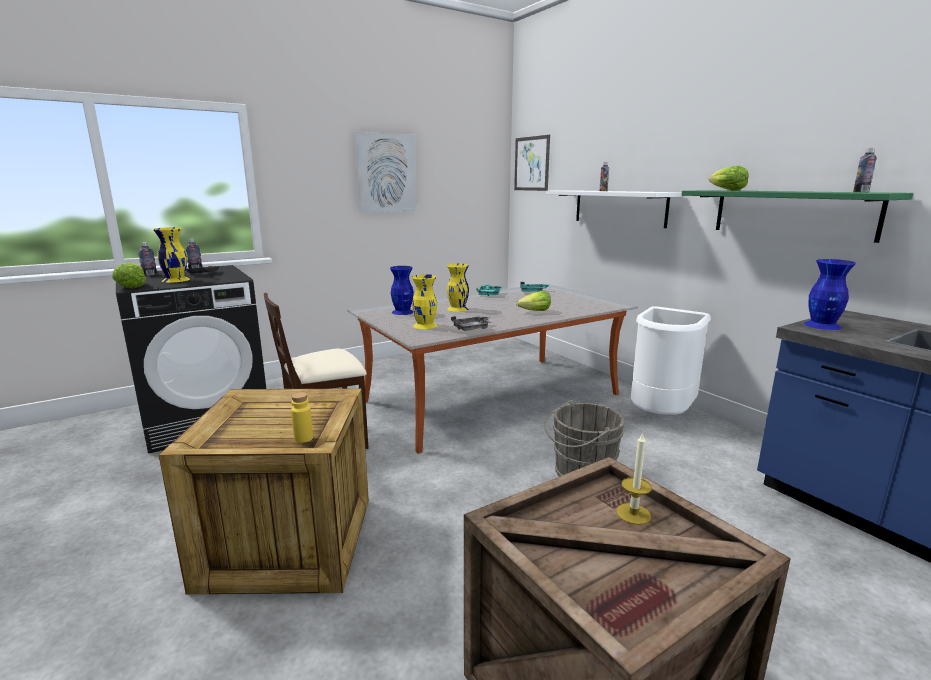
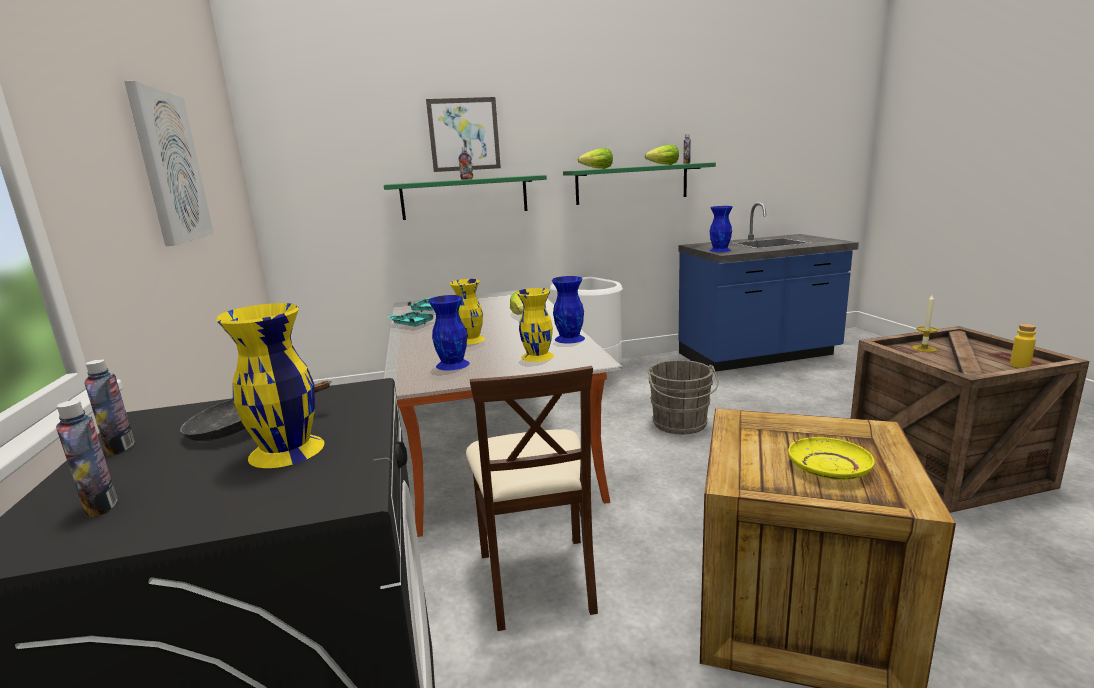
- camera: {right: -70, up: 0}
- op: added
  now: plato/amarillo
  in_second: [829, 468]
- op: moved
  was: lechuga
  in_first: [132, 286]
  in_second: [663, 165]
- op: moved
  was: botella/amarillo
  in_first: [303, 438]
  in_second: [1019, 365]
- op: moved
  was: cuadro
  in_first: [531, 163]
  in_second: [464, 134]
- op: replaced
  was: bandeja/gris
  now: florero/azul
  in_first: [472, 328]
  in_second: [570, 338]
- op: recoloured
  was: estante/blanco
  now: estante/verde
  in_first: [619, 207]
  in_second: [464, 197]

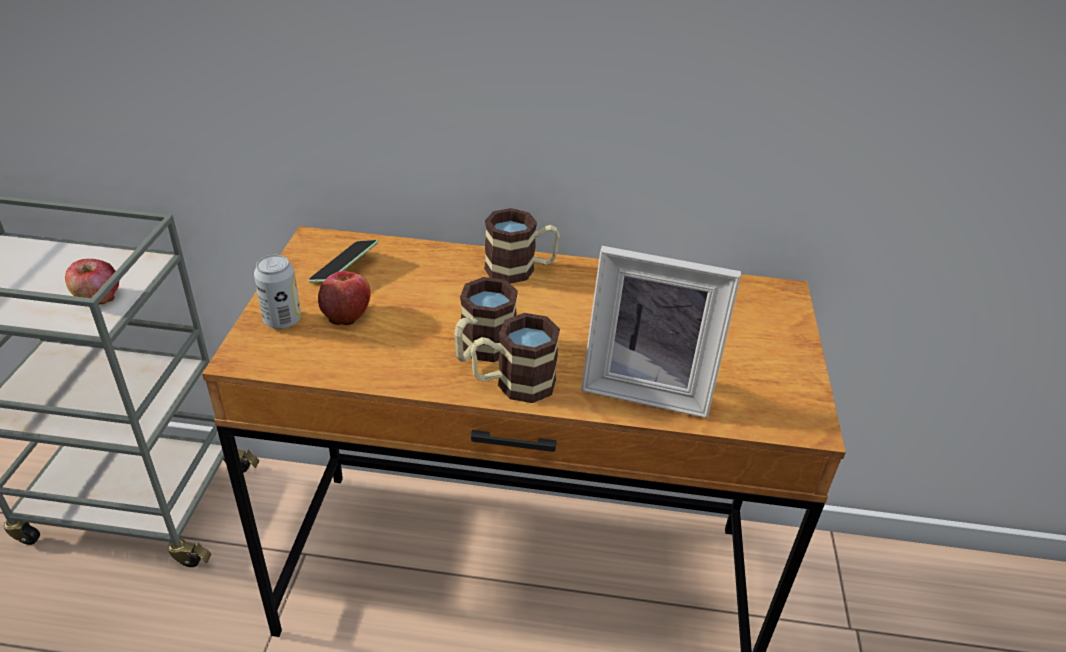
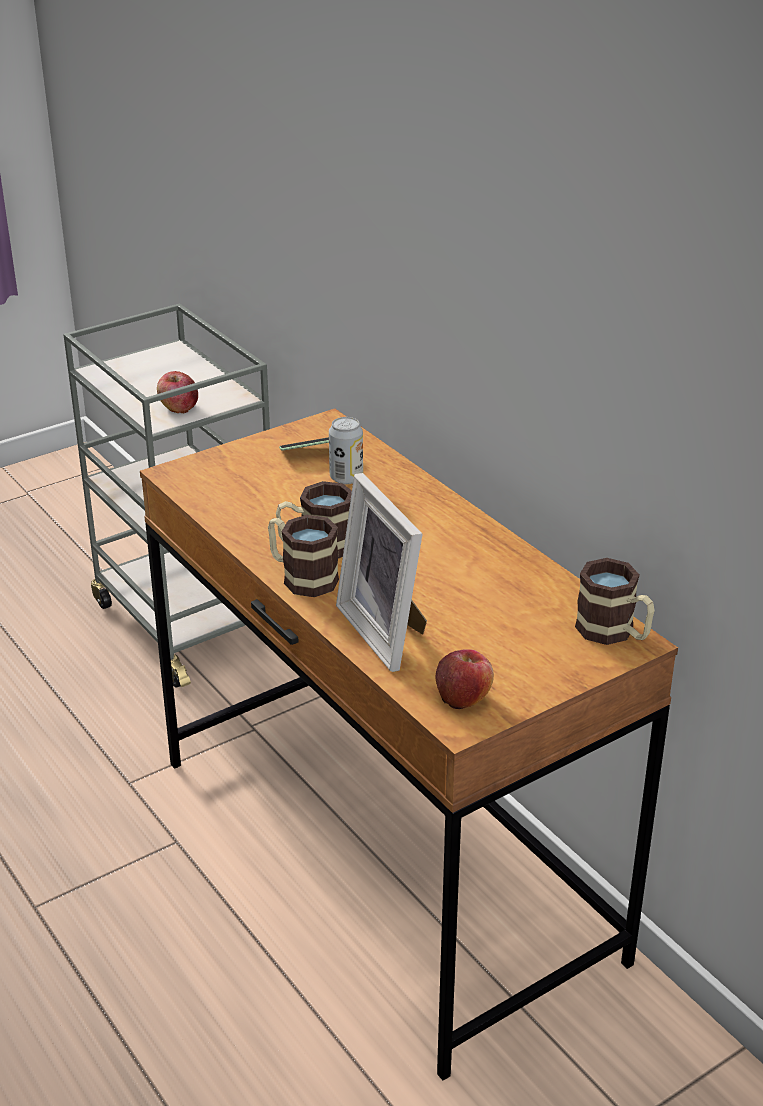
- camera: {right: 50, up: -5}
- op: moved
  was: lata
  in_first: [282, 320]
  in_second: [346, 478]
- op: moved
  was: manzana
  in_first: [346, 314]
  in_second: [463, 697]
- op: moved
  was: taza grande
  in_first: [520, 269]
  in_second: [614, 633]

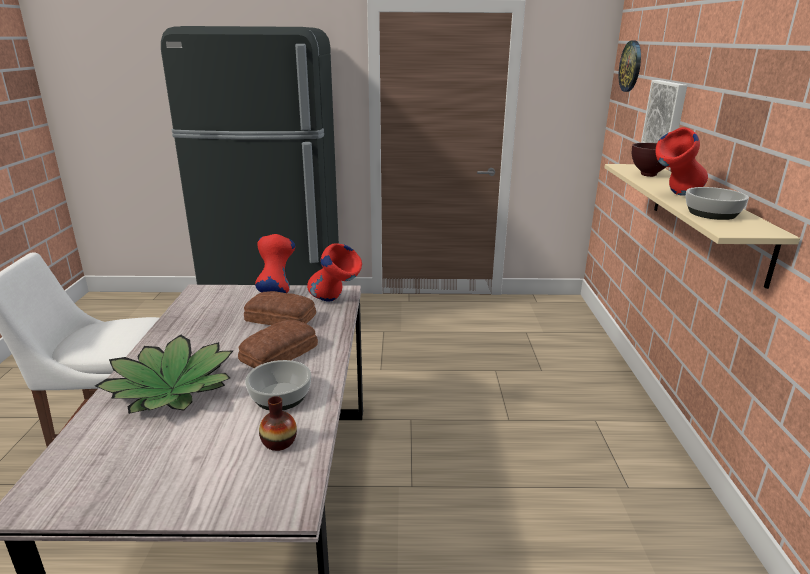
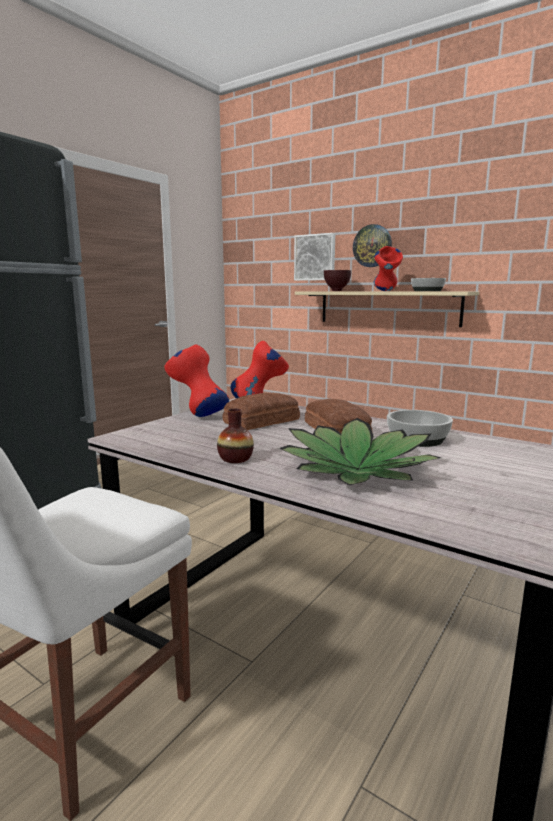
- camera: {right: -55, up: -10}
- op: moved
  was: florero
  in_first: [279, 442]
  in_second: [235, 459]
- op: moved
  was: reloj de pared
  in_first: [631, 66]
  in_second: [372, 246]

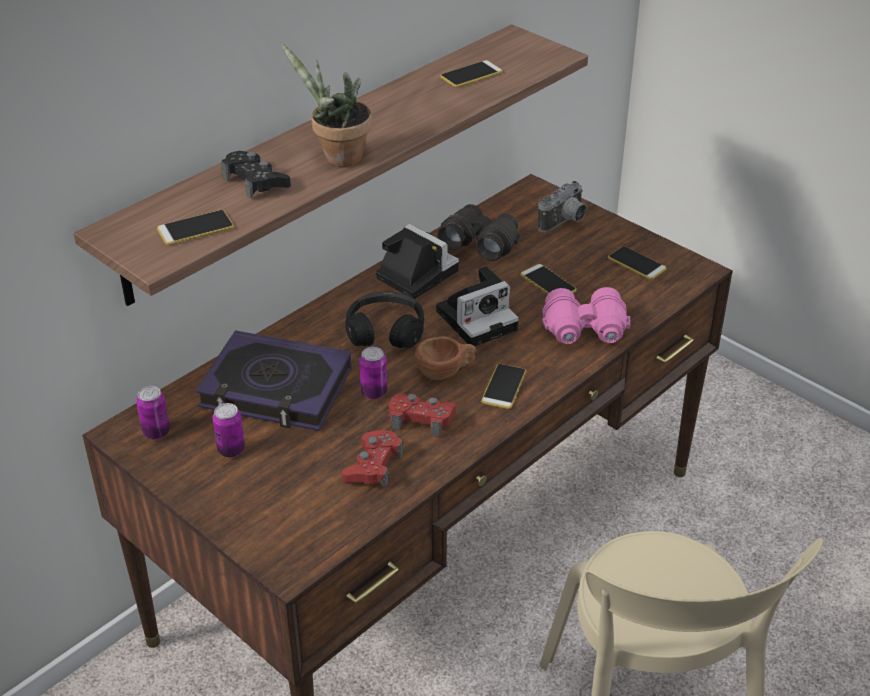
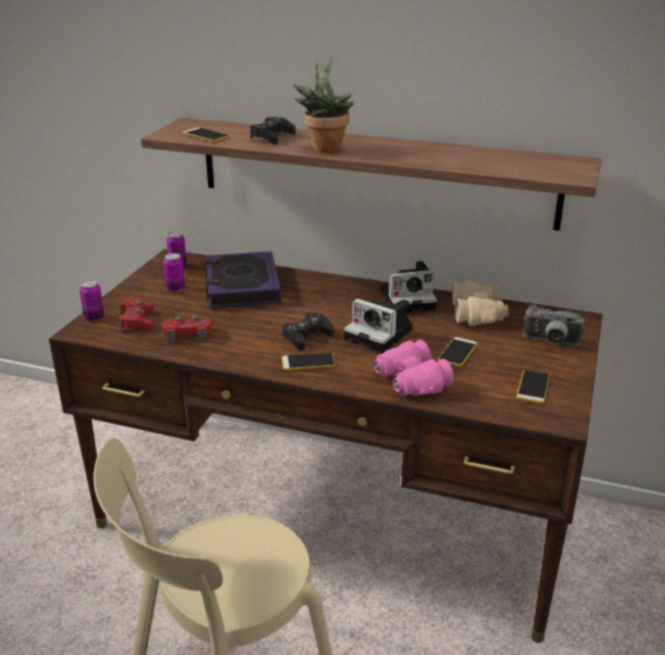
- camera: {right: 65, up: -10}
- op: removed
  was: auriculares/negro
  in_first: [385, 331]
- op: removed
  was: móvil
  in_first: [471, 75]
- op: moved
  was: lata
  in_first: [374, 392]
  in_second: [94, 317]
- op: moved
  was: mando de consola/rojo
  in_first: [421, 419]
  in_second: [137, 321]
- op: replaced
  was: taza/marrón
  now: mando de consola/negro
  in_first: [446, 372]
  in_second: [306, 336]
- op: recoloured
  was: prismáticos/negro
  now: prismáticos/beis
  in_first: [480, 242]
  in_second: [478, 314]
- op: turned
  was: cámara
  in_first: [414, 273]
  in_second: [410, 299]
  clockwise: 60

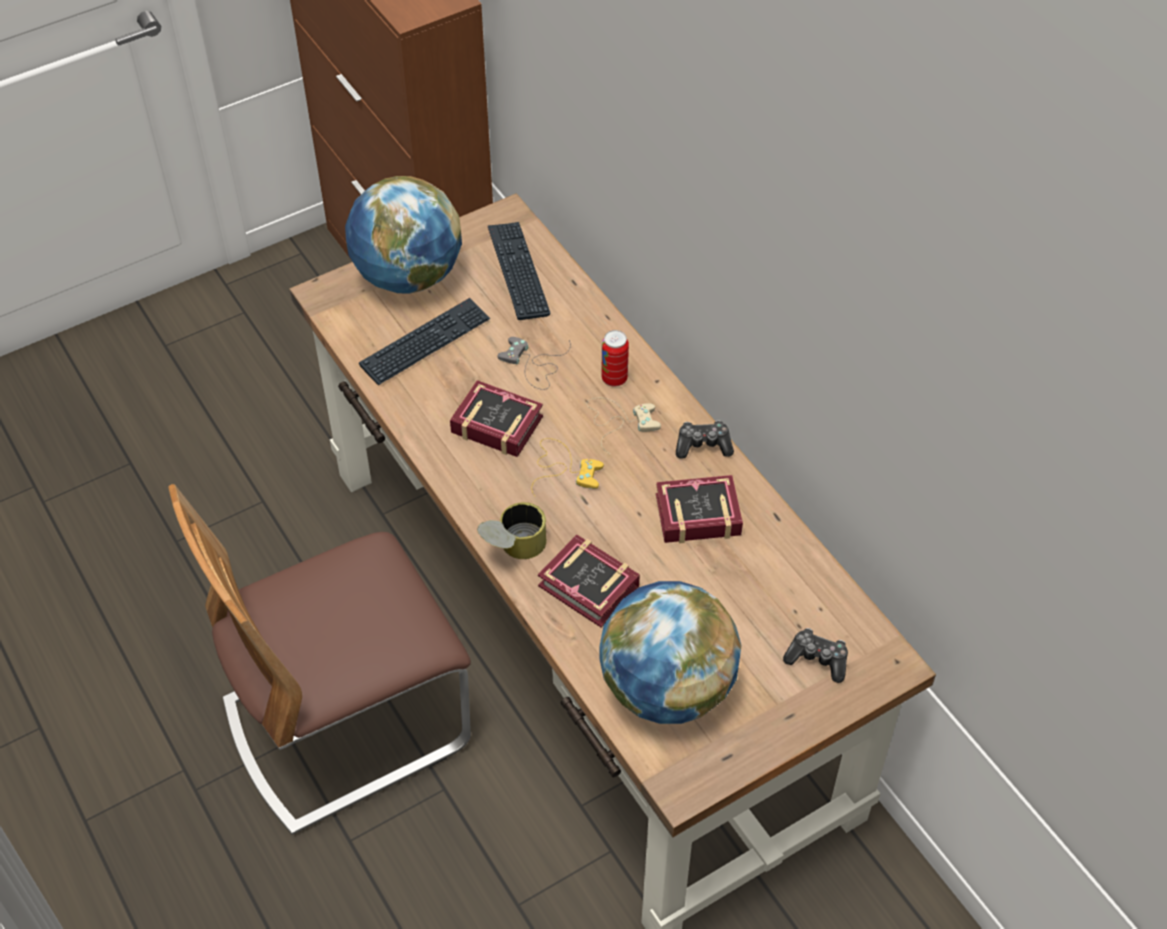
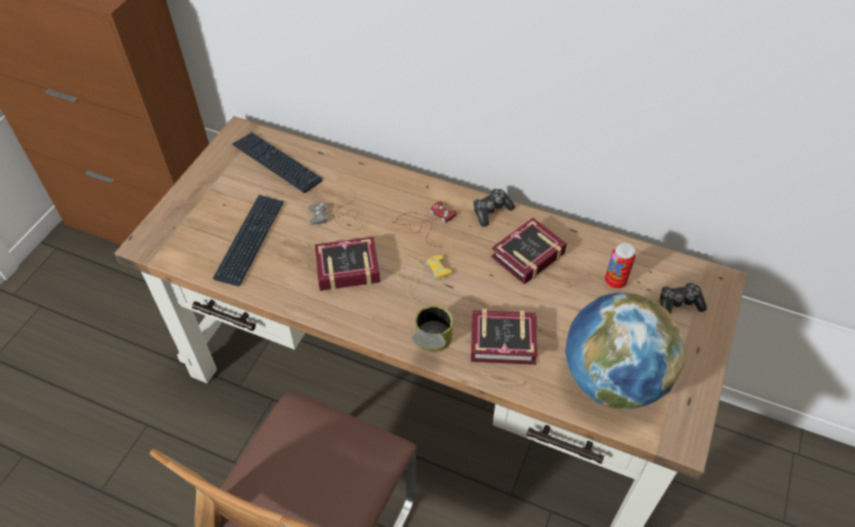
- camera: {right: -35, up: 0}
- op: removed
  was: globo terráqueo
  in_first: [407, 277]
- op: moved
  was: lata
  in_first: [614, 378]
  in_second: [615, 281]
- op: recoloured
  was: mando de consola/beis
  now: mando de consola/rojo
  in_first: [619, 420]
  in_second: [426, 223]

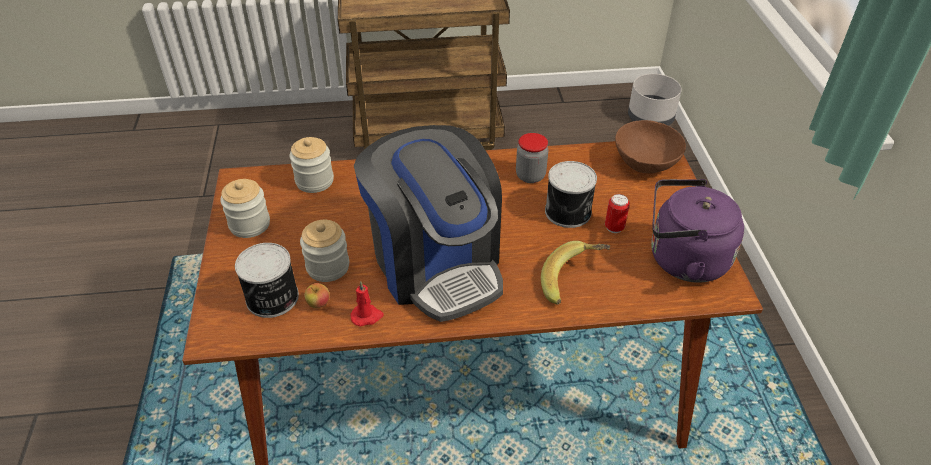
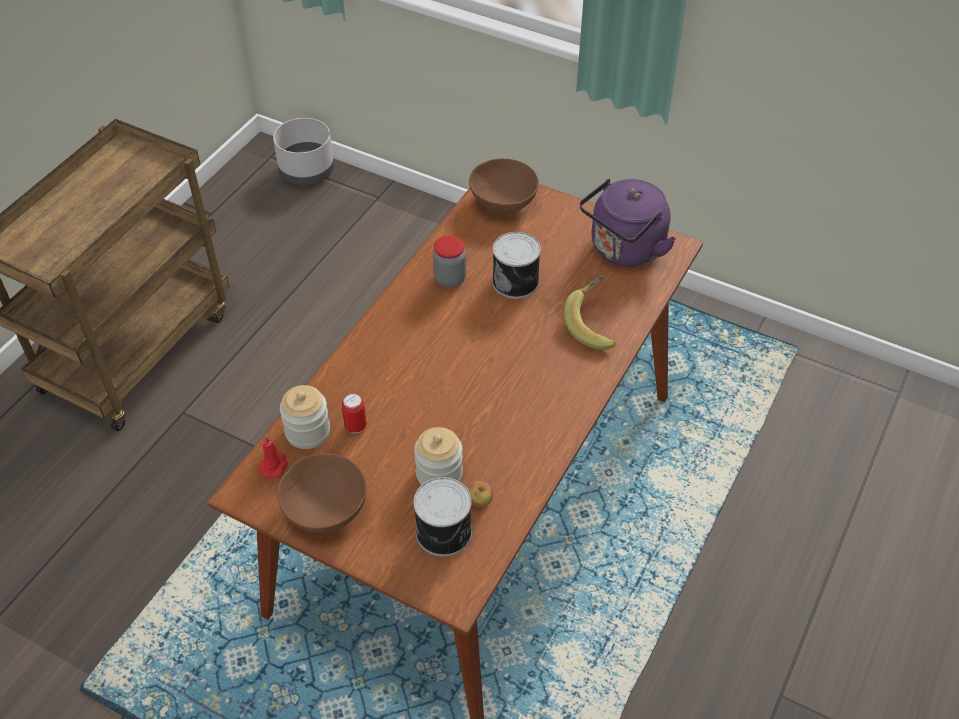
- camera: {right: -55, up: 5}
- op: removed
  was: cafetera
  in_first: [436, 263]
- op: moved
  was: vela/rojo
  in_first: [367, 316]
  in_second: [274, 465]
- op: moved
  was: lata
  in_first: [614, 227]
  in_second: [355, 426]
- op: replaced
  was: tarro
  now: cuenco/marrón
  in_first: [249, 224]
  in_second: [325, 510]

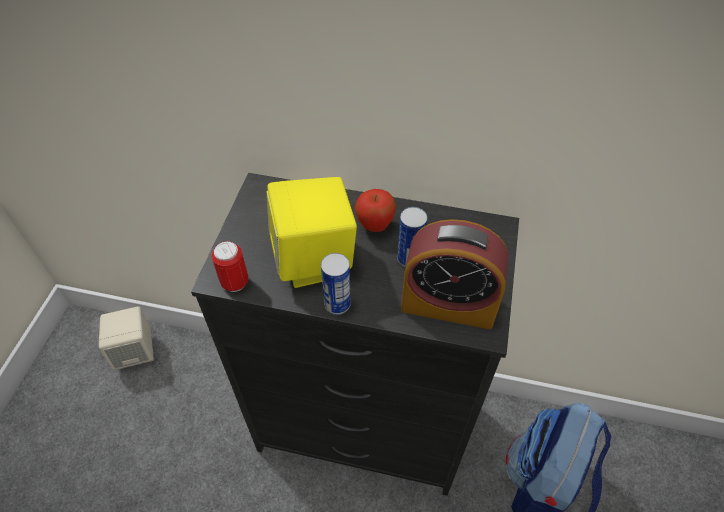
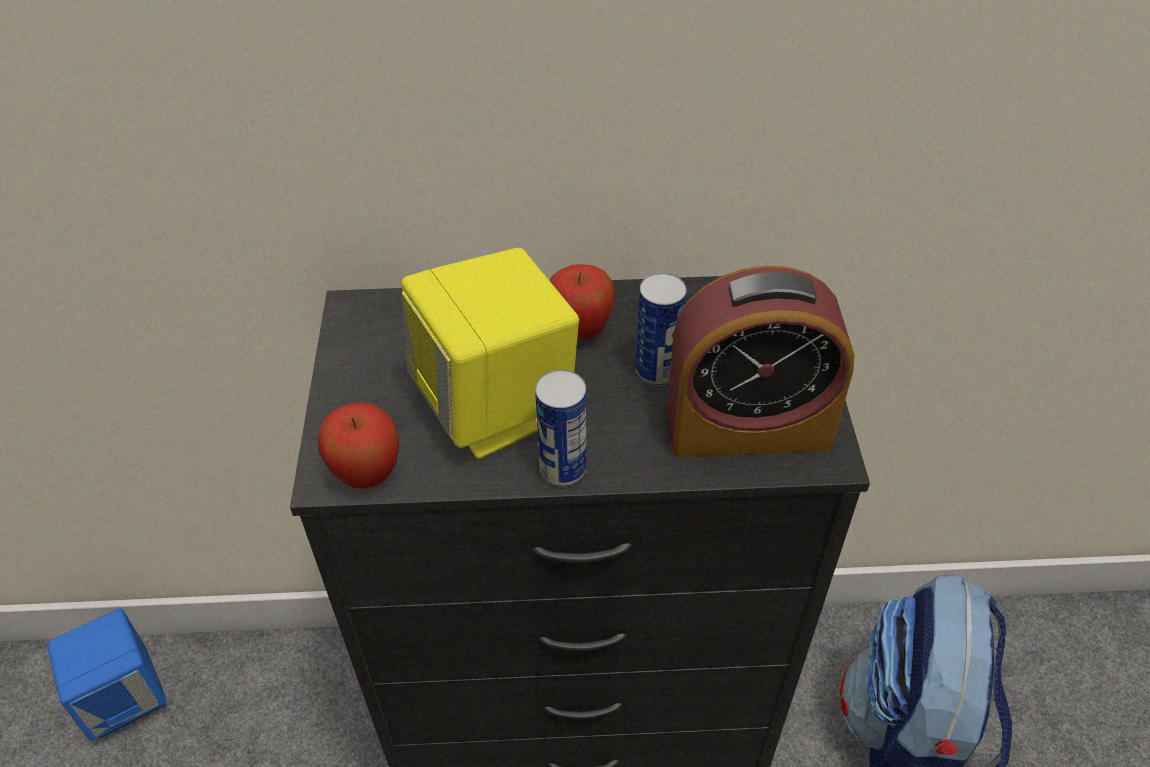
- camera: {right: -15, up: -5}
- op: replaced
  was: lata
  now: manzana
  in_first: [235, 282]
  in_second: [367, 474]
- op: recoloured
  was: altavoz/beis
  now: altavoz/azul
  in_first: [135, 351]
  in_second: [126, 697]

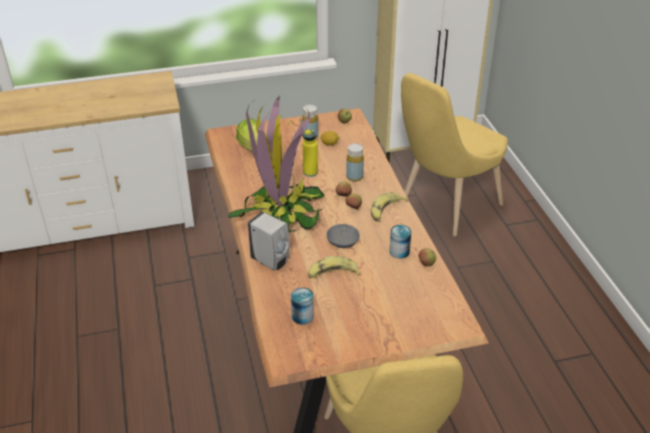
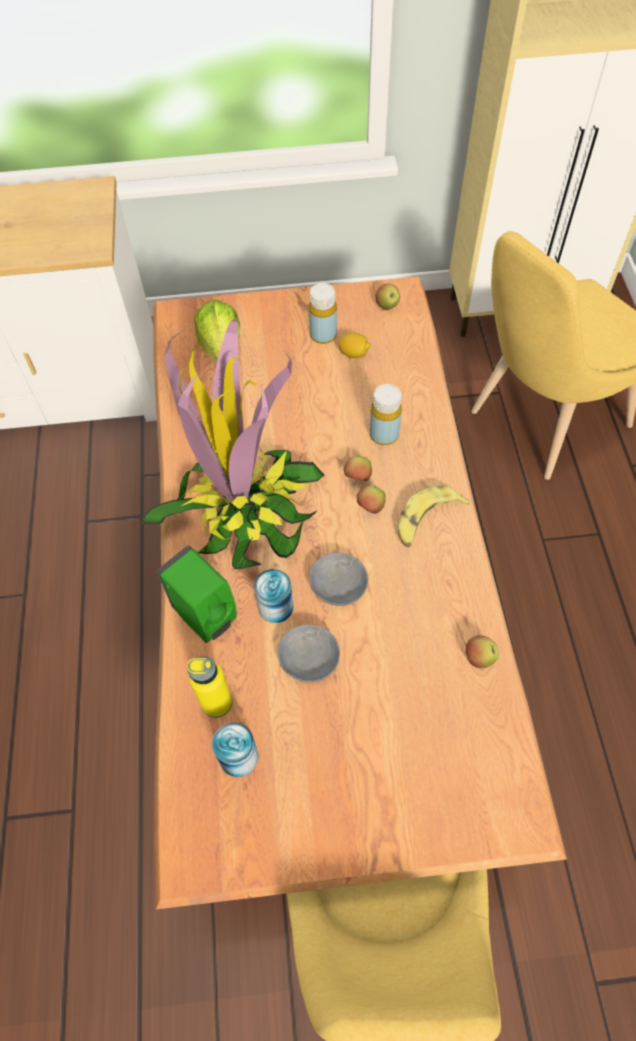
- camera: {right: 10, up: 20}
- op: moved
  was: botella/amarillo
  in_first: [310, 172]
  in_second: [216, 702]
- op: moved
  was: lata
  in_first: [399, 251]
  in_second: [275, 606]
- op: replaced
  was: plátano
  now: cuenco/gris
  in_first: [332, 274]
  in_second: [307, 661]
- op: recoloured
  was: dispensador de jabón/blanco
  now: dispensador de jabón/verde
  in_first: [271, 261]
  in_second: [207, 617]

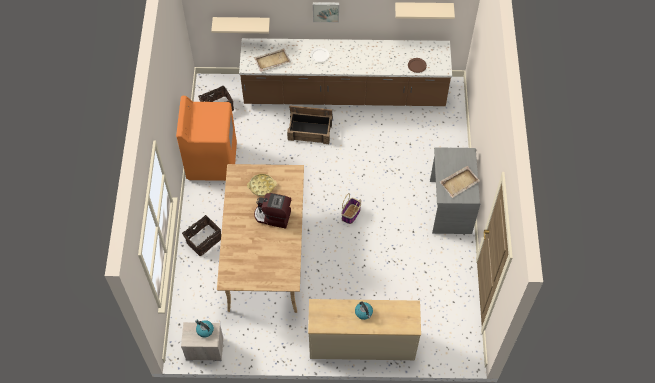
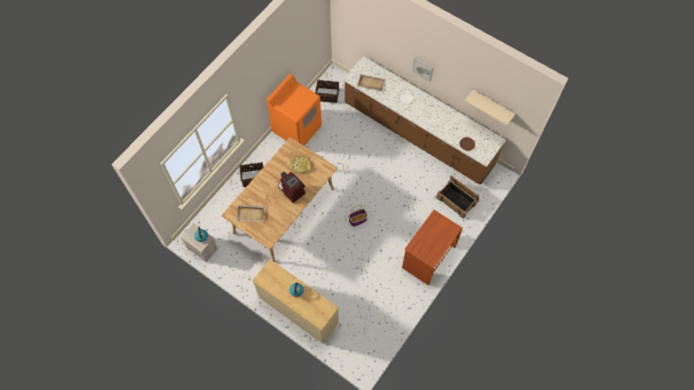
- camera: {right: 35, up: 5}
- op: removed
  was: estante/beis
  in_first: [241, 23]
- op: moved
  was: caja de embalaje
  in_first: [310, 128]
  in_second: [457, 199]
- op: moved
  was: bandeja/beis
  in_first: [459, 182]
  in_second: [251, 213]
- op: recoloured
  was: escritorio/gris
  now: escritorio/marrón
  in_first: [449, 206]
  in_second: [428, 257]

